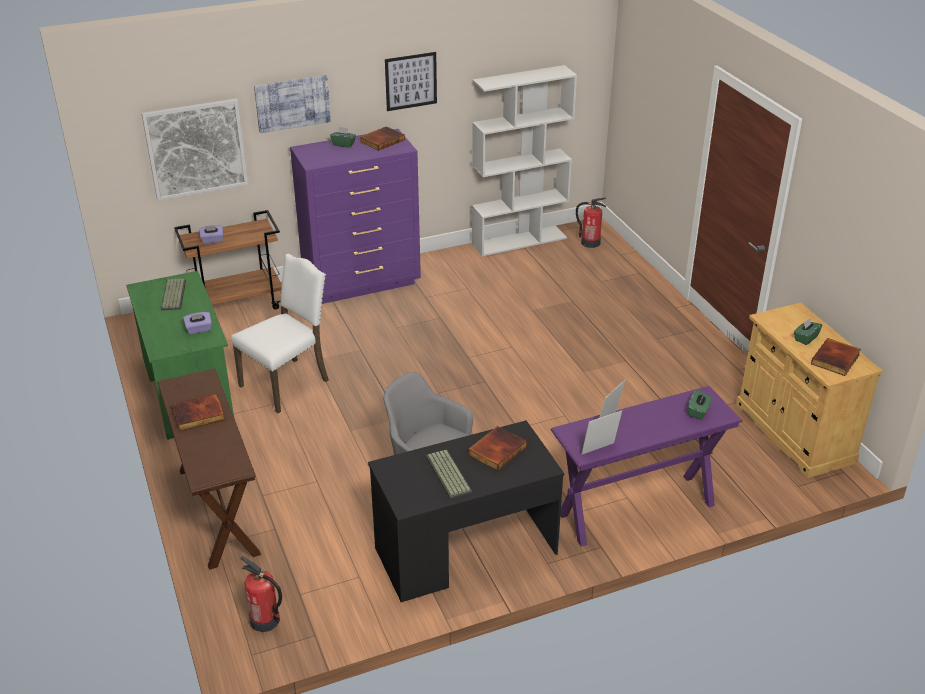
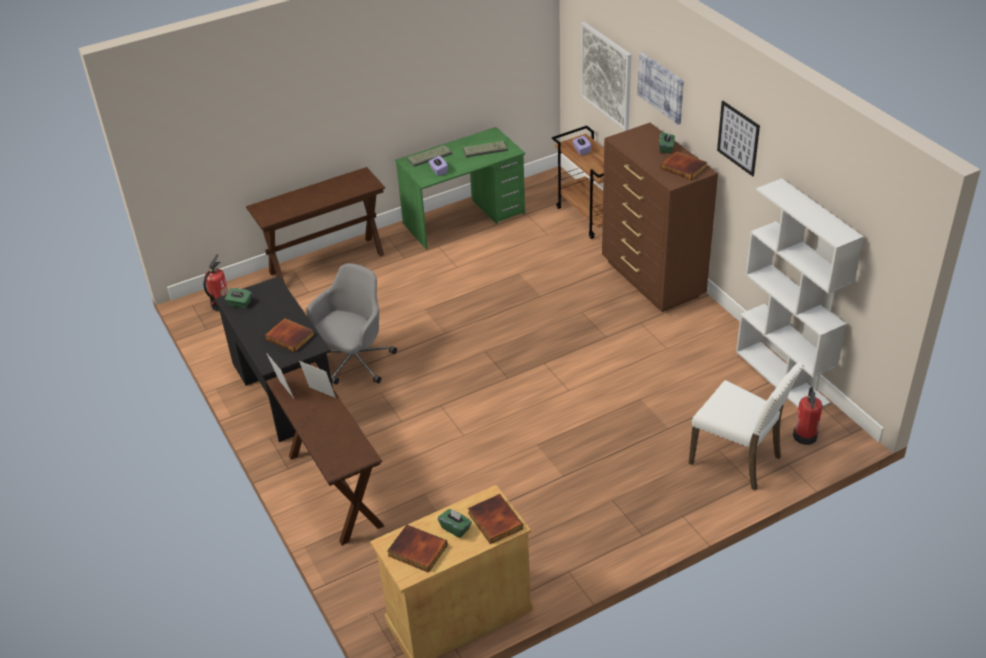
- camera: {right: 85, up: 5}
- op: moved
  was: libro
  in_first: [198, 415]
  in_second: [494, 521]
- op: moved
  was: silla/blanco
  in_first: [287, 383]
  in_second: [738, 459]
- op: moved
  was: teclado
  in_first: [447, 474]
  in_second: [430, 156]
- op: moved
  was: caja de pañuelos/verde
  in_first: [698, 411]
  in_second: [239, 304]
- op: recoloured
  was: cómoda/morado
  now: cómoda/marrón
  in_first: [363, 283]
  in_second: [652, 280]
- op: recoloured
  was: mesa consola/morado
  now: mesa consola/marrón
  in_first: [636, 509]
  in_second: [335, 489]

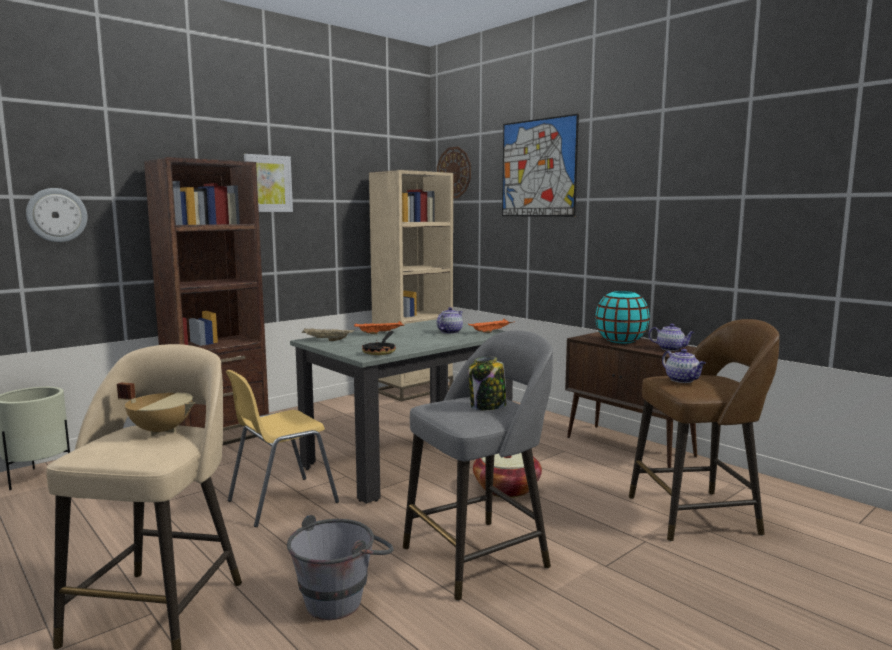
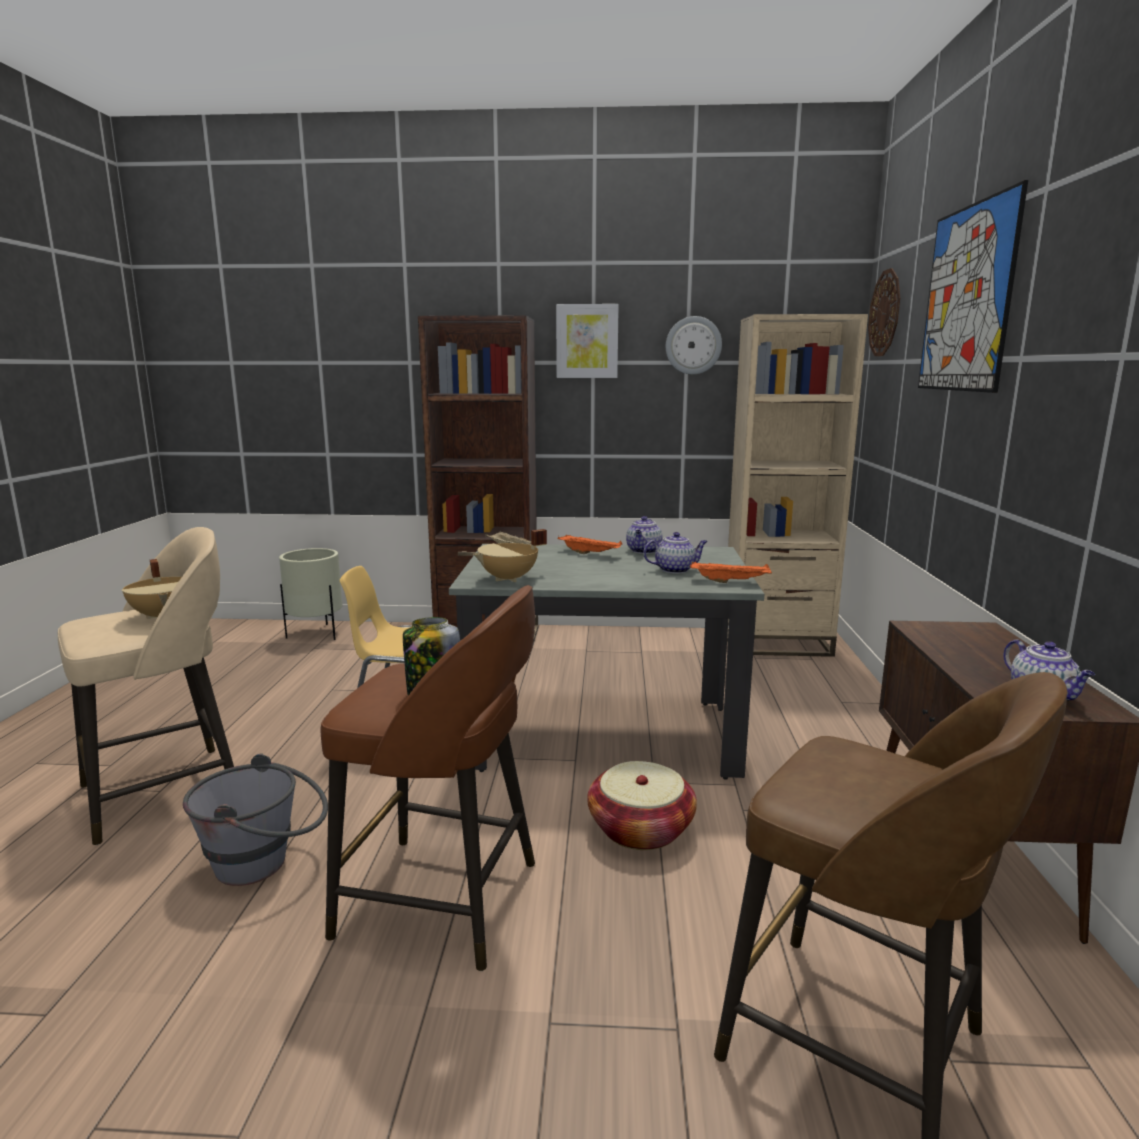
- camera: {right: 45, up: 5}
- op: removed
  was: florero/turquesa
  in_first: [620, 341]
- op: moved
  was: reloj de pared
  in_first: [57, 215]
  in_second: [693, 345]
- op: moved
  was: tetera
  in_first: [682, 380]
  in_second: [644, 551]
- op: replaced
  was: sartén
  now: olla/beis
  in_first: [381, 351]
  in_second: [509, 579]
- op: recoloured
  was: taburete/gris
  now: taburete/marrón
  in_first: [479, 556]
  in_second: [444, 900]

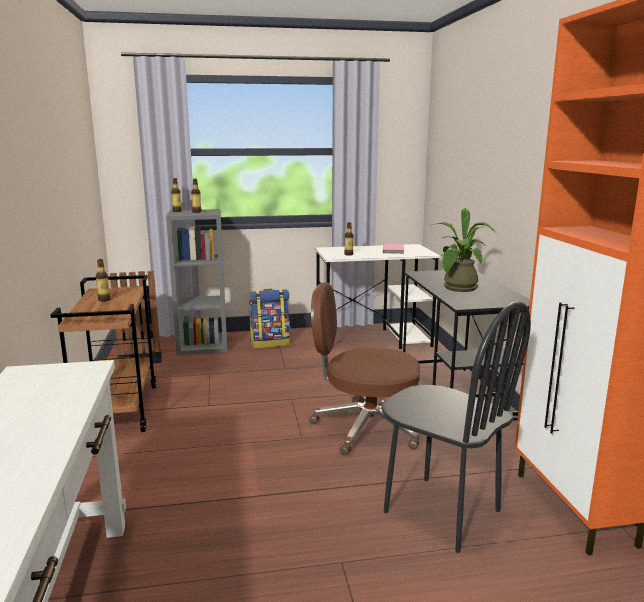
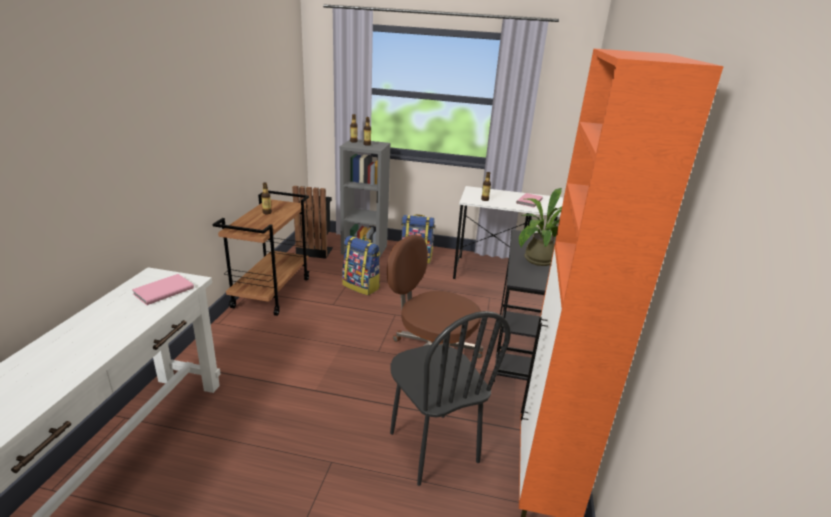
- camera: {right: 20, up: 10}
- op: added
  now: libro/rosa
  in_second: [162, 291]
- op: added
  now: mochila
  in_second: [362, 286]

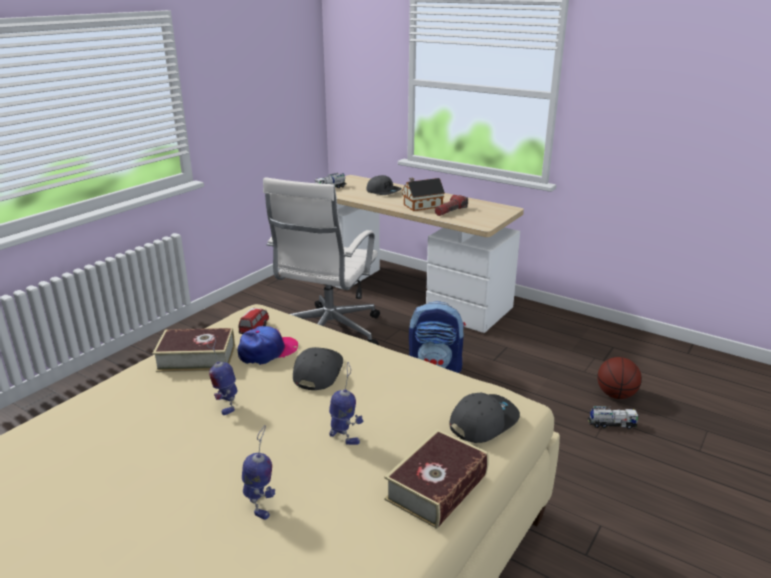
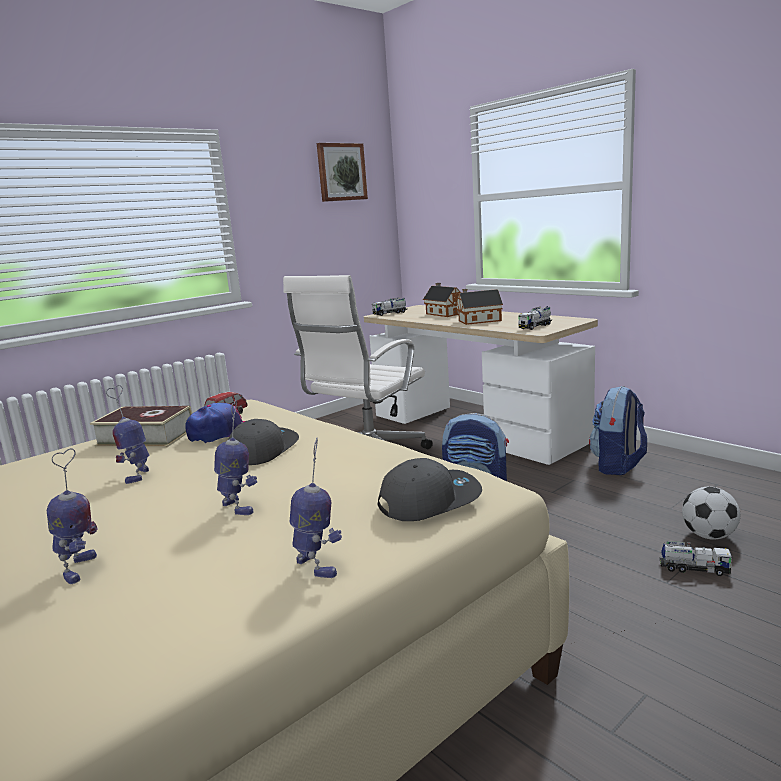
- camera: {right: 15, up: -10}
- op: removed
  was: linterna
  in_first: [450, 211]
- op: added
  now: cuadro
  in_second: [341, 172]
- op: added
  now: camión de juguete
  in_second: [535, 326]
- op: added
  now: mochila
  in_second: [618, 465]
- op: replaced
  was: gorra/gris
  now: casita
  in_first: [384, 191]
  in_second: [444, 313]
- op: replaced
  was: libro
  now: robot de juguete
  in_first: [437, 487]
  in_second: [317, 566]
- op: replaced
  was: balón de baloncesto
  now: balón de fútbol
  in_first: [616, 395]
  in_second: [709, 536]

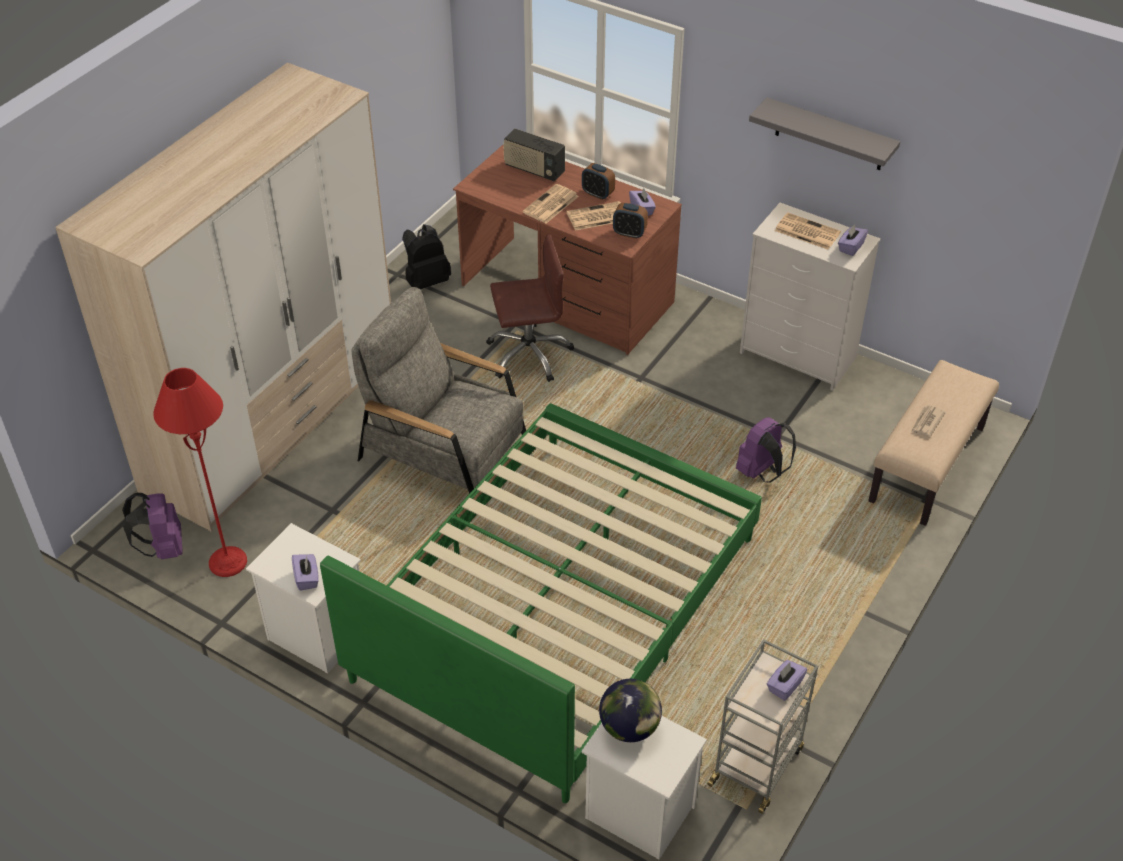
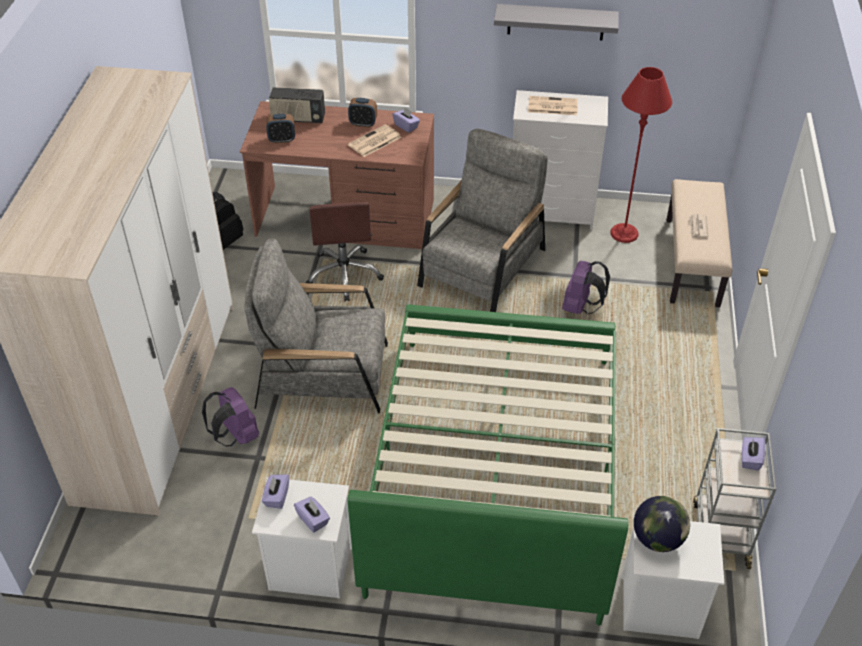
- camera: {right: -25, up: 0}
- op: removed
  was: periódico
  in_first: [550, 205]
- op: added
  now: sillón/gris
  in_second: [482, 268]
- op: moved
  was: mochila/morado
  in_first: [163, 547]
  in_second: [235, 436]
- op: moved
  was: lámpara de pie/rojo
  in_first: [227, 562]
  in_second: [624, 233]
- op: moved
  was: despertador
  in_first: [629, 233]
  in_second: [282, 139]
- op: moved
  was: caja de pañuelos/morado
  in_first: [850, 247]
  in_second: [276, 497]
- op: turned
  was: silla de oficina/marrón
  in_first: [529, 354]
  in_second: [344, 274]
  clockwise: 120

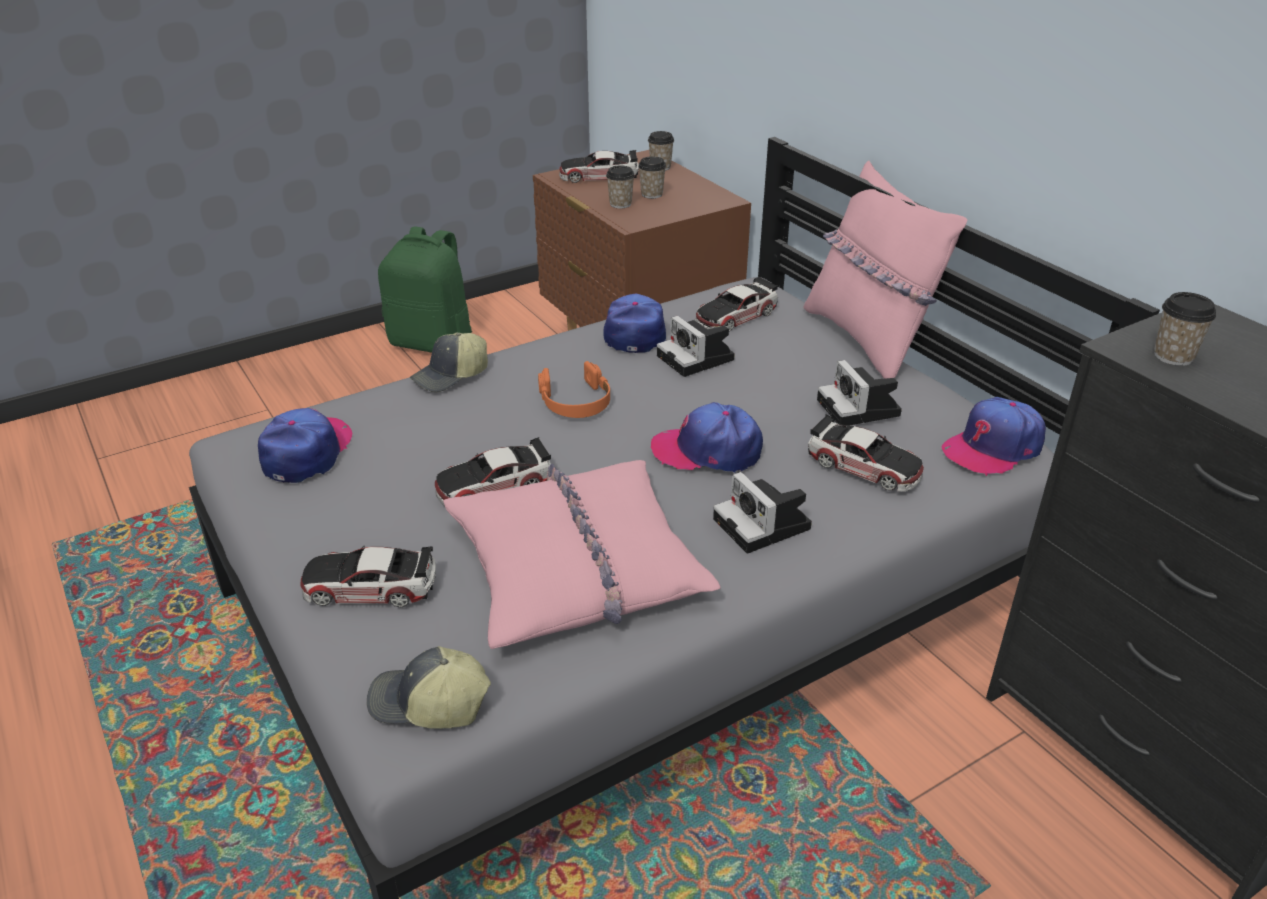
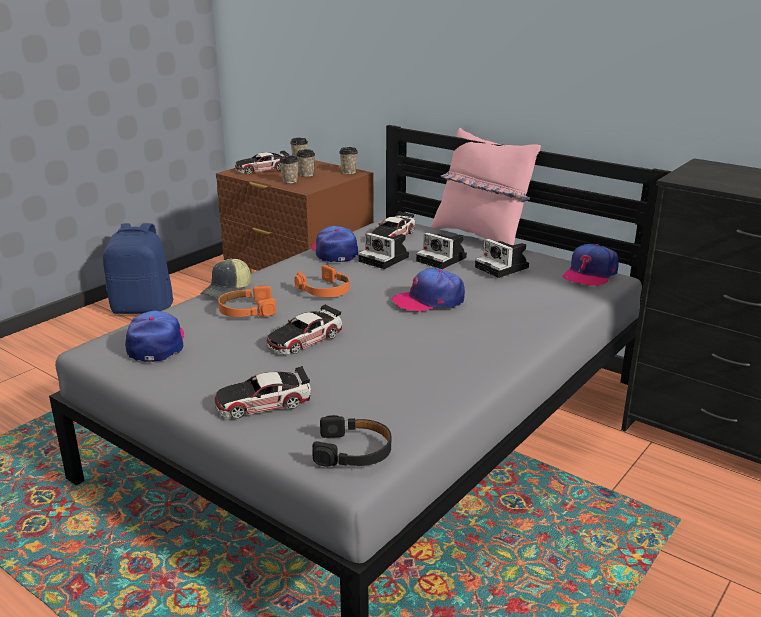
- camera: {right: -20, up: -10}
- op: removed
  was: cojín/rosa
  in_first: [576, 568]
- op: removed
  was: coche de juguete
  in_first: [864, 465]
- op: added
  now: auriculares/naranja
  in_second: [247, 310]
- op: moved
  was: cámara
  in_first: [764, 525]
  in_second: [443, 259]
- op: moved
  was: taza
  in_first: [1173, 356]
  in_second: [348, 172]
- op: replaced
  was: gorra
  now: auriculares/negro
  in_first: [429, 704]
  in_second: [353, 451]
- op: recoloured
  was: mochila/verde
  now: mochila/azul
  in_first: [432, 342]
  in_second: [143, 308]

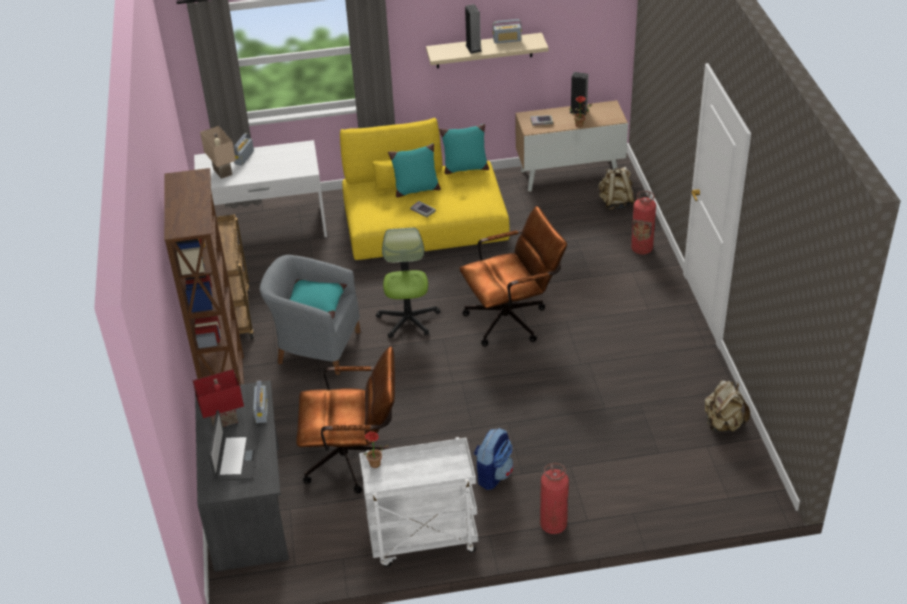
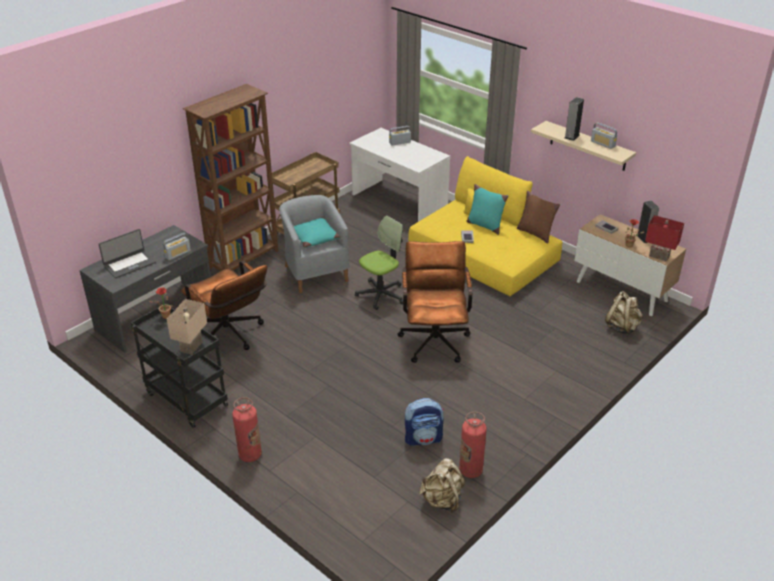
- camera: {right: 50, up: -5}
- op: moved
  was: lámpara de mesa/rojo
  in_first: [224, 419]
  in_second: [659, 255]
- op: moved
  was: lámpara de mesa/beis
  in_first: [223, 171]
  in_second: [192, 347]
- op: moved
  was: mochila
  in_first: [493, 474]
  in_second: [423, 438]
- op: moved
  was: extintor
  in_first: [641, 249]
  in_second: [470, 470]
- op: recoloured
  was: carrito/blanco
  now: carrito/negro
  in_first: [422, 540]
  in_second: [185, 399]
- op: recoloured
  was: cojín/turquesa
  now: cojín/marrón
  in_first: [465, 168]
  in_second: [535, 233]
- op: turned
  was: silla de oficina/marrón
  in_first: [513, 319]
  in_second: [434, 338]
  clockwise: -120

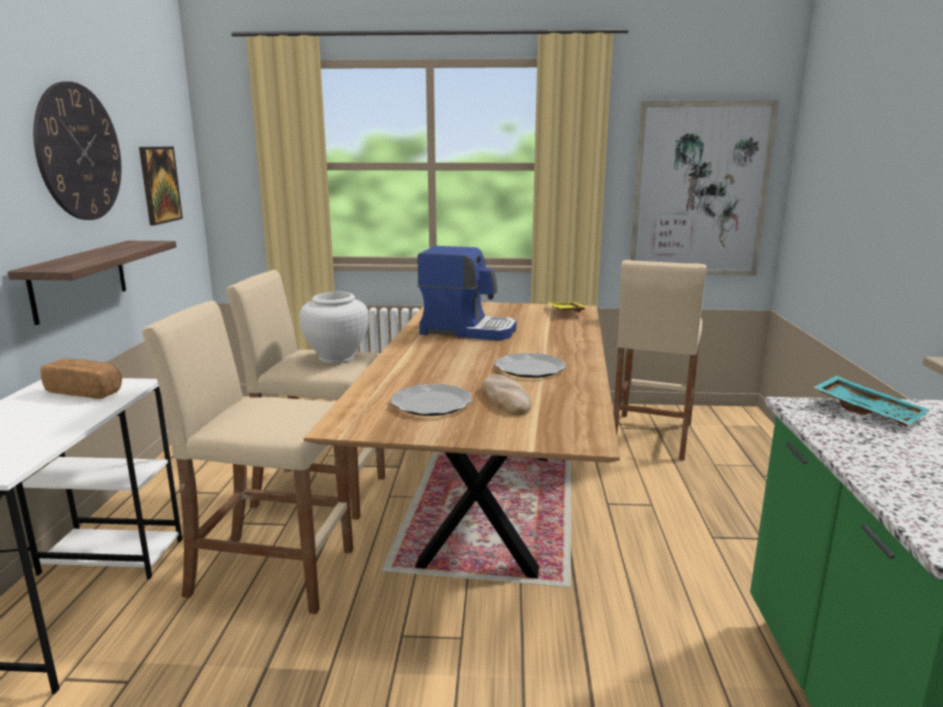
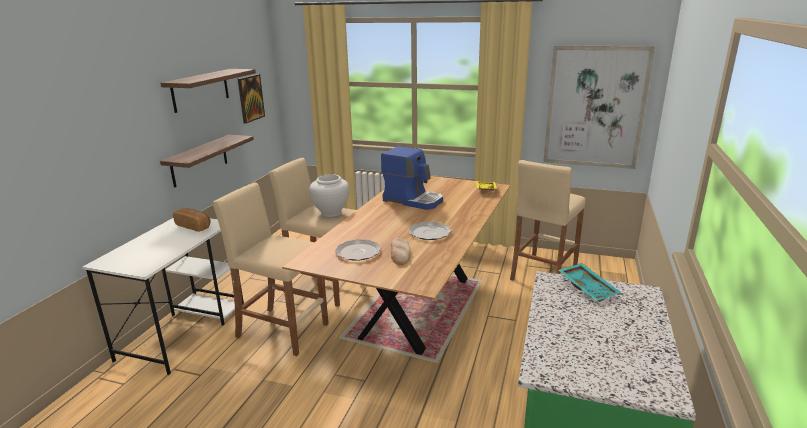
- camera: {right: 15, up: 5}
- op: replaced
  was: reloj de pared
  now: estante
  in_first: [79, 152]
  in_second: [200, 90]

